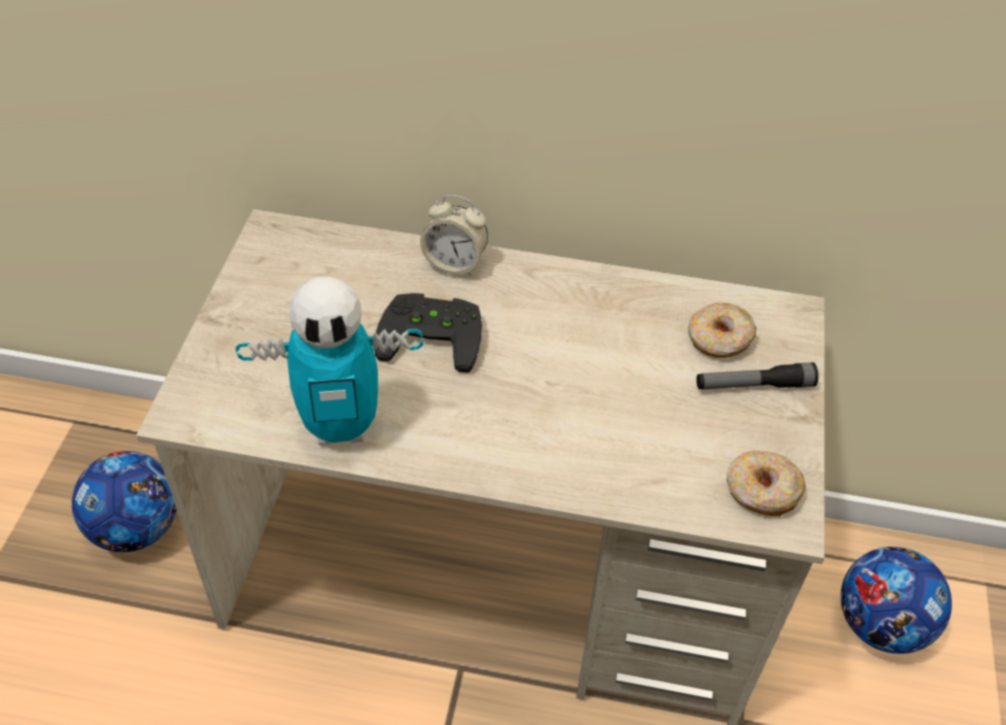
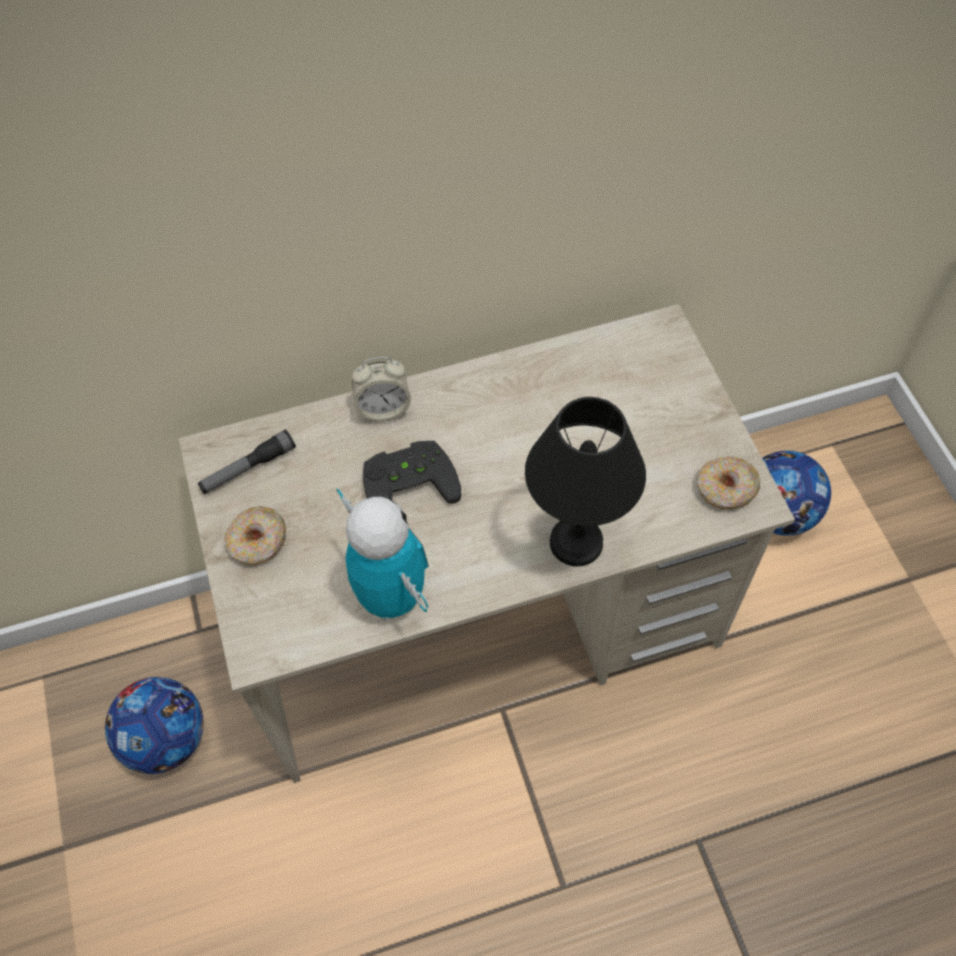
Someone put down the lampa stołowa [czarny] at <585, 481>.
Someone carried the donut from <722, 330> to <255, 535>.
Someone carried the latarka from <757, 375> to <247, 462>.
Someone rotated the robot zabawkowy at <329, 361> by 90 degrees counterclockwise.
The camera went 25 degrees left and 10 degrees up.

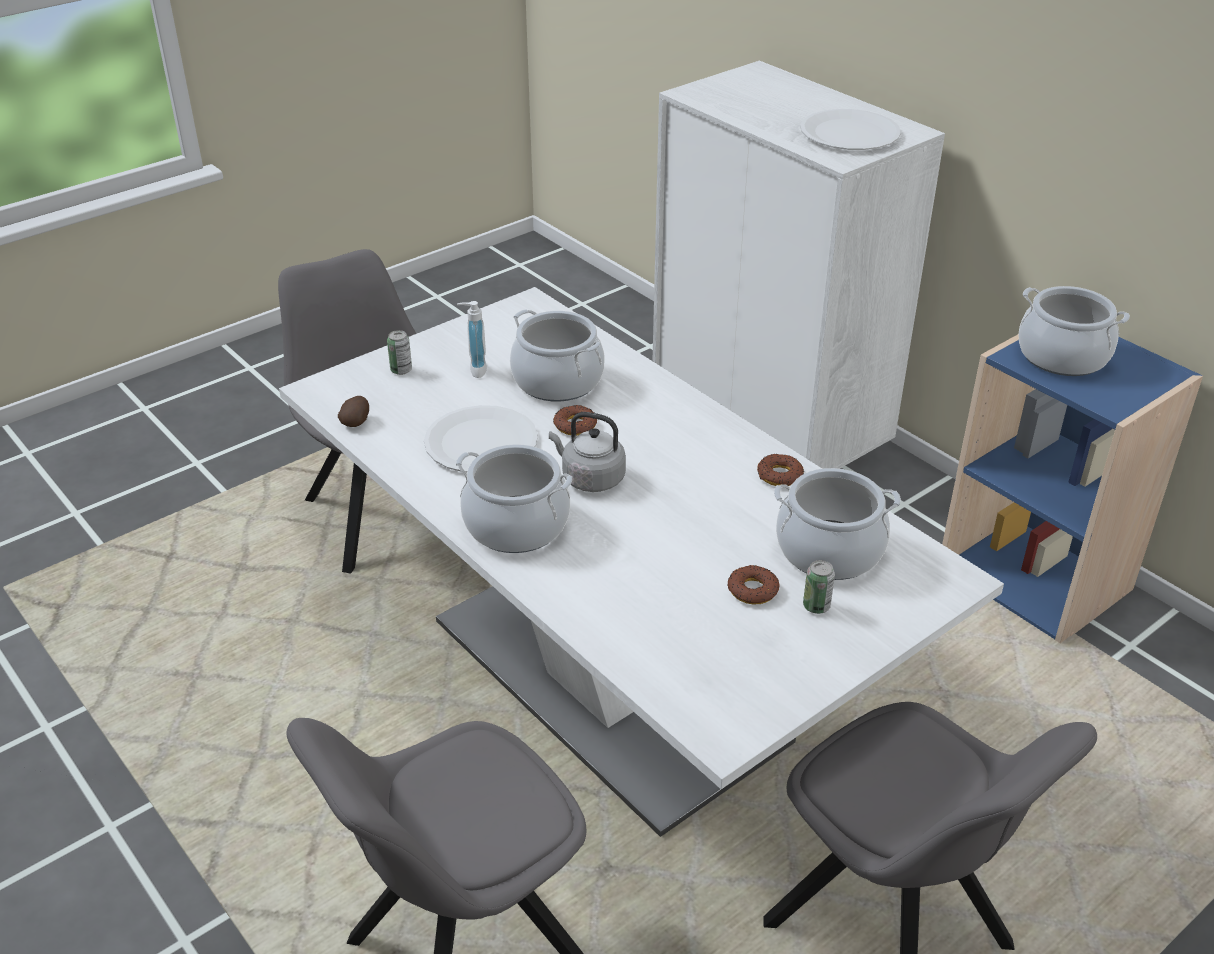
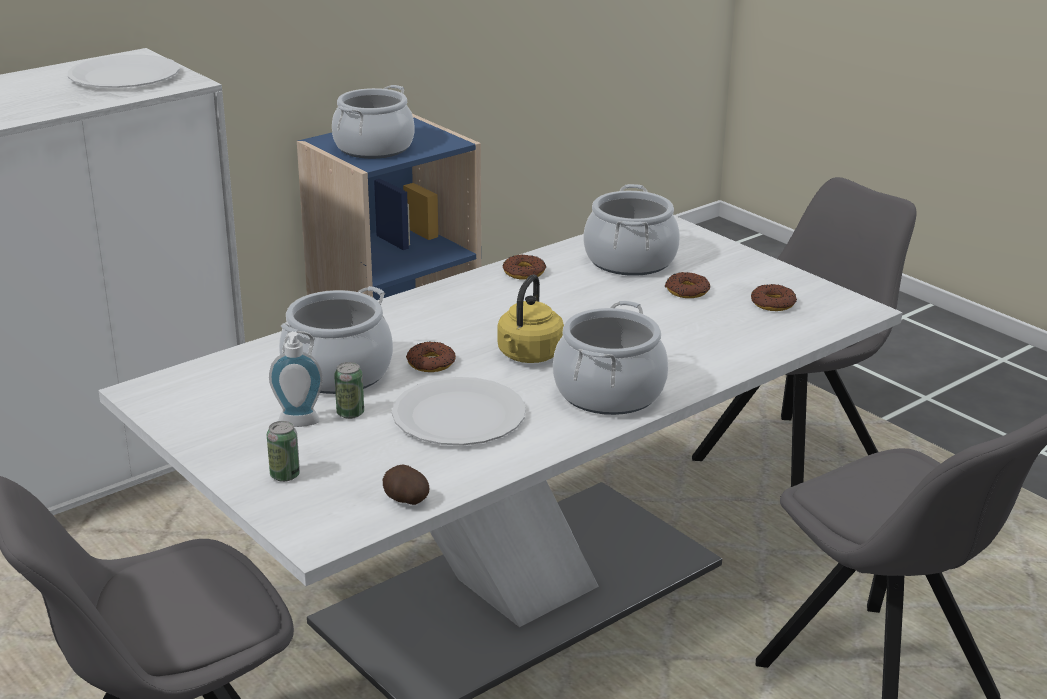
Someone put down the donut at <774, 297>.
Someone carried the puszka from <819, 587> to <349, 390>.
Someone repainted the czajnik [szary] at <587, 452>, which became the czajnik [żółty] at <531, 319>.
The camera went 90 degrees left and 10 degrees down.

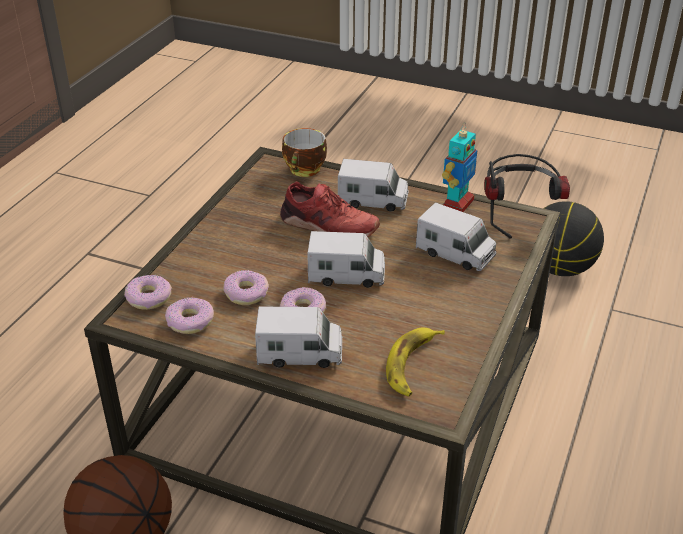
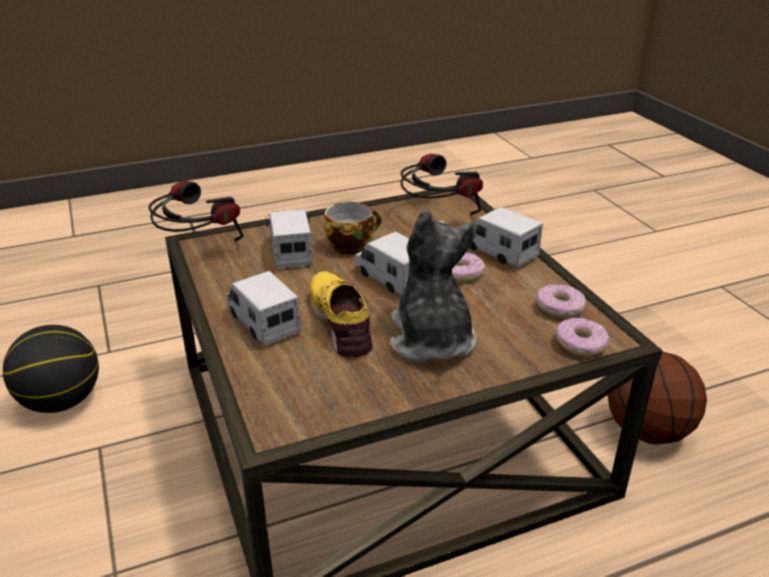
Someone took away the donut at <246, 287>.
Someone took away the robot zabawkowy at <459, 167>.
Someone put down the pluszak at <434, 285>.
Someone carried the filiżanka from <304, 152> to <353, 228>.
Someone swapped the banan at <415, 362> for the słuchawki at <441, 184>.
Someone repainted the but [czerwony] at <330, 209>, which became the but [żółty] at <341, 314>.
The camera went 135 degrees left and 5 degrees down.

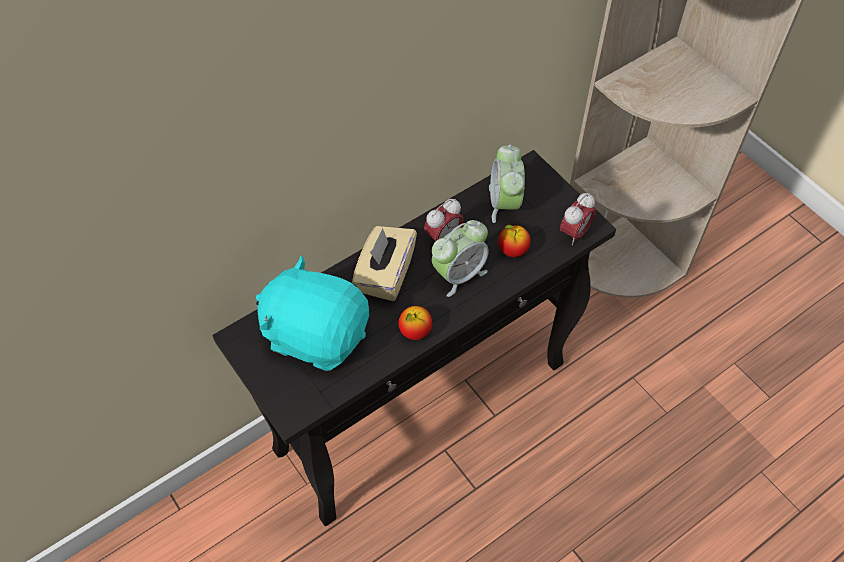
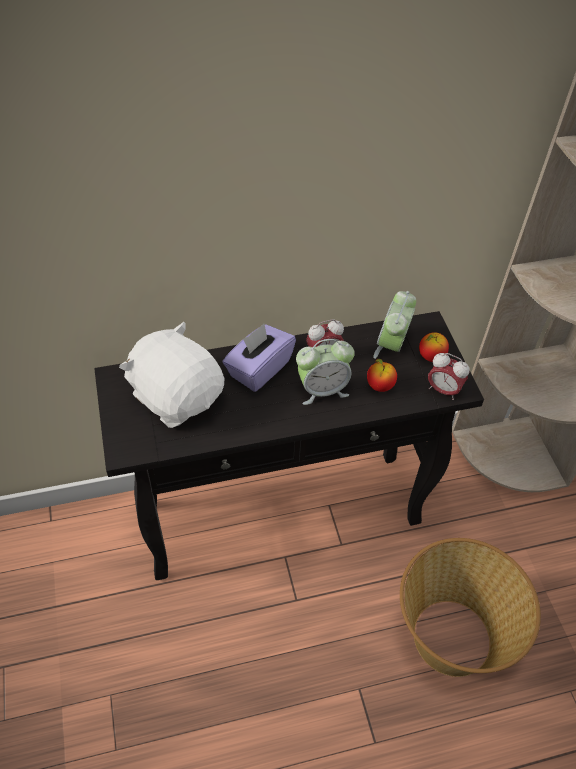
Someone put down the koszyk at <470, 607>.
Someone carried the jabłko from <415, 323> to <434, 347>.
Someone repainted the pluszak [turkusowy] at <312, 313>, which became the pluszak [biały] at <171, 375>.
Someone repainted the pudełko chusteczek [beżowy] at <384, 263>, which became the pudełko chusteczek [fioletowy] at <259, 358>.
Someone rotated the budzik at <578, 219> by 60 degrees clockwise.
The camera went 20 degrees right and 5 degrees down.

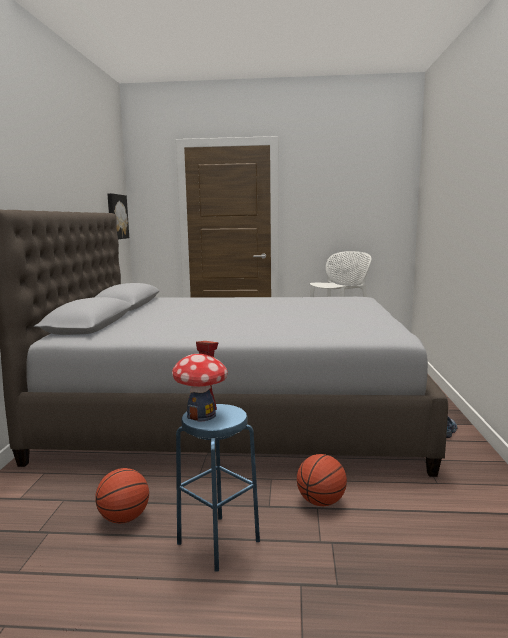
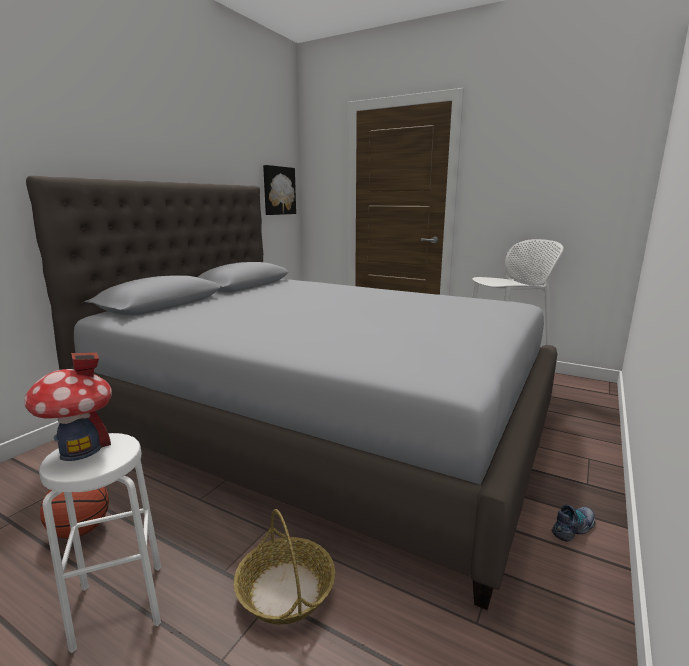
Someone swapped the piłka do koszykówki at <322, 480> for the koszyk at <284, 566>.
Someone repainted the stołek [niebieski] at <218, 488>, which became the stołek [biały] at <100, 543>.
The camera went 25 degrees right and 5 degrees up.

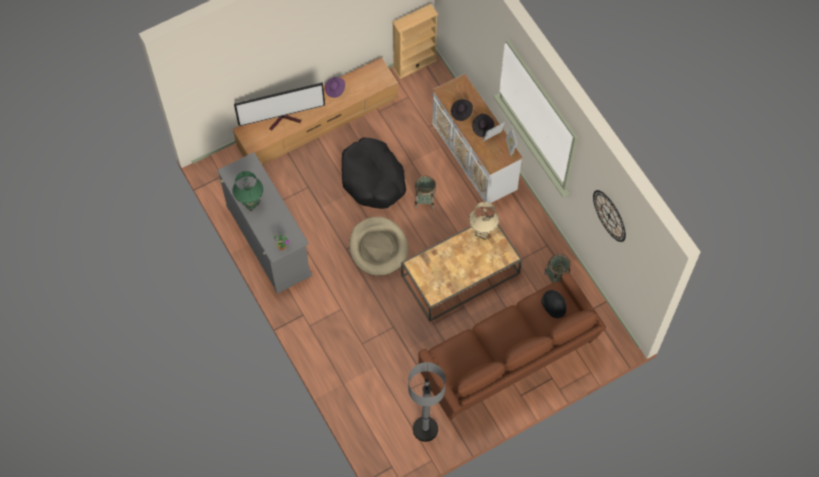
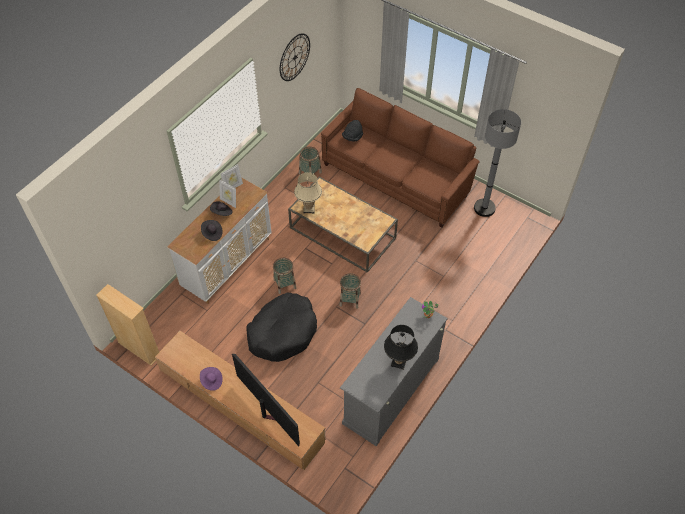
Someone swapped the legowisko [beżowy] at <379, 246> for the koszyk at <350, 291>.
Someone repainted the lampa stołowa [zielony] at <247, 191>, which became the lampa stołowa [czarny] at <401, 347>.
The camera went 115 degrees left and 10 degrees down.

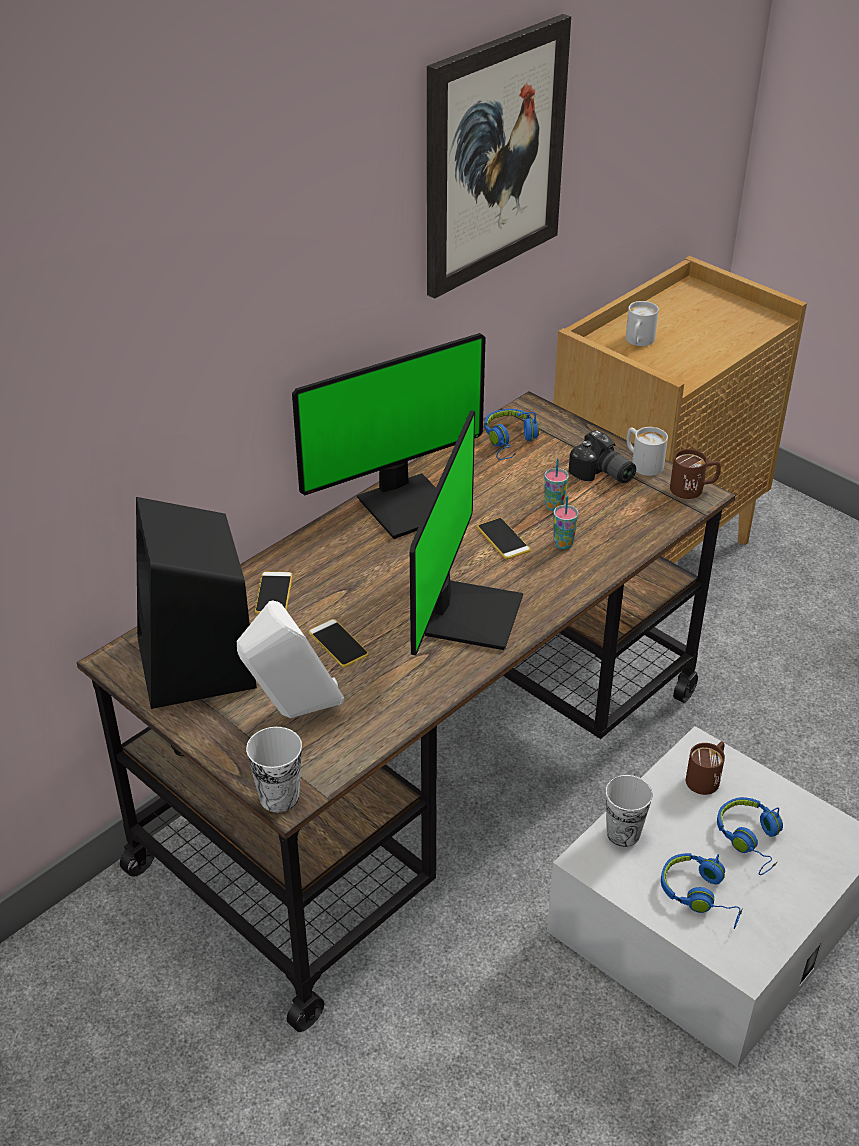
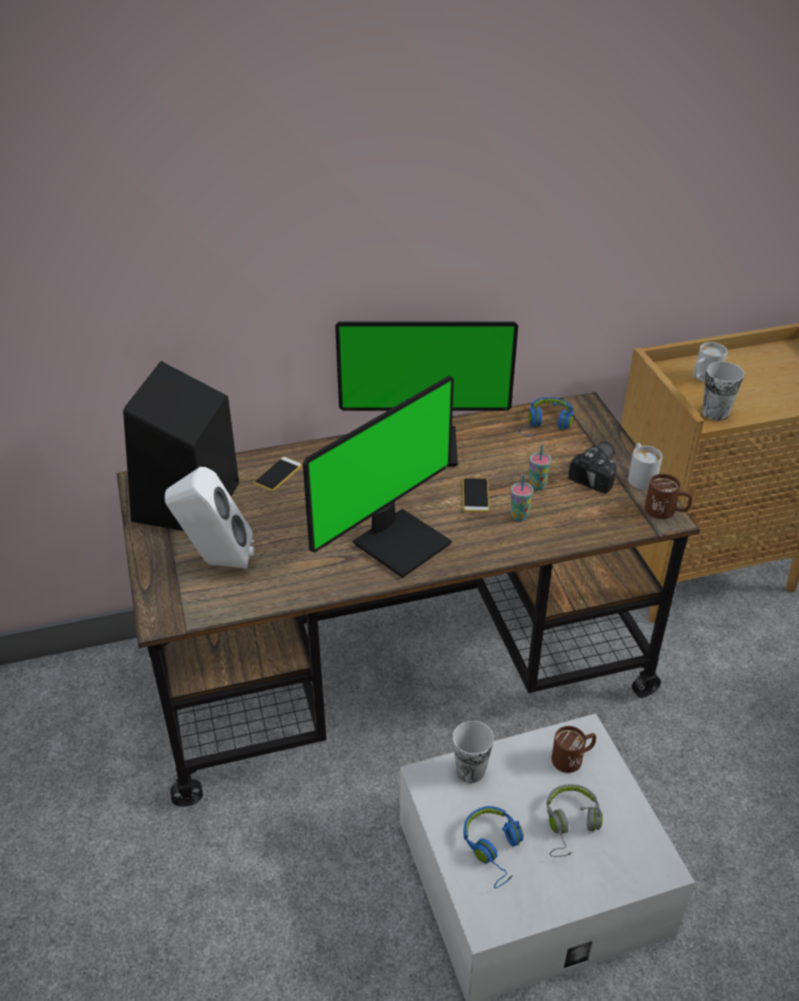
Someone took away the telefon at <339, 643>.
Someone took away the obraz at <499, 156>.
Someone carried the filiżanka from <274, 769> to <723, 391>.
Someone repainted the słuchawki [niebieski] at <750, 836>, which became the słuchawki [szary] at <574, 820>.
Someone rotated the aparat fotograficzny at <602, 456> by 135 degrees counterclockwise.
The camera went 30 degrees right and 0 degrees up.

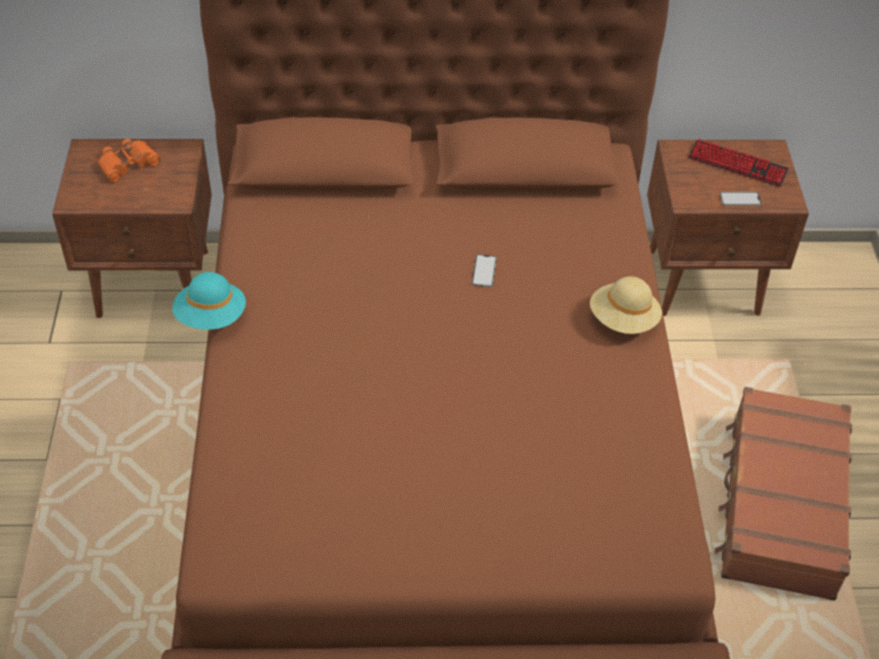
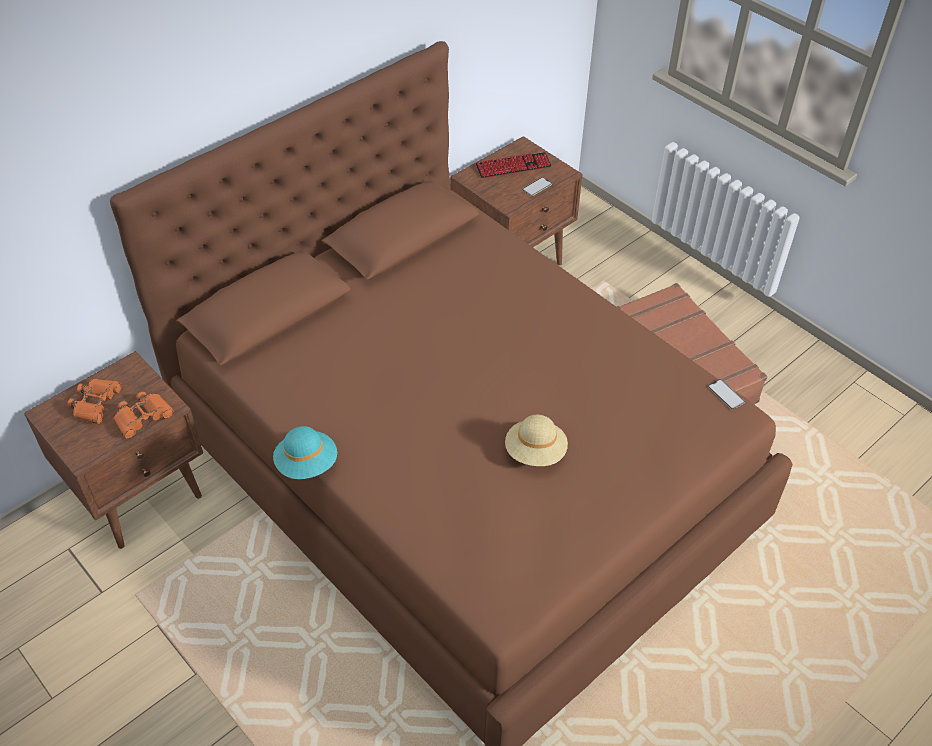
Someone put down the lornetka [pomarańczowy] at <144, 415>.
Someone carried the telefon from <484, 270> to <726, 394>.
Someone carried the kapelusz [beżowy] from <626, 305> to <536, 440>.
The camera went 40 degrees left and 0 degrees up.

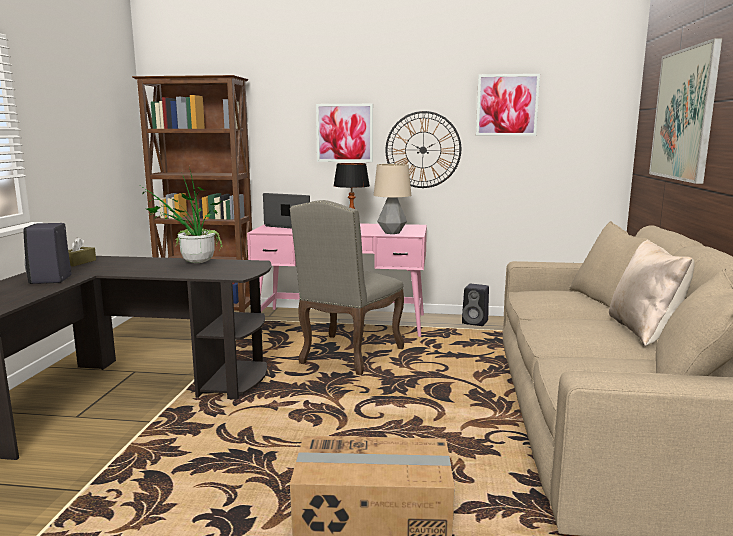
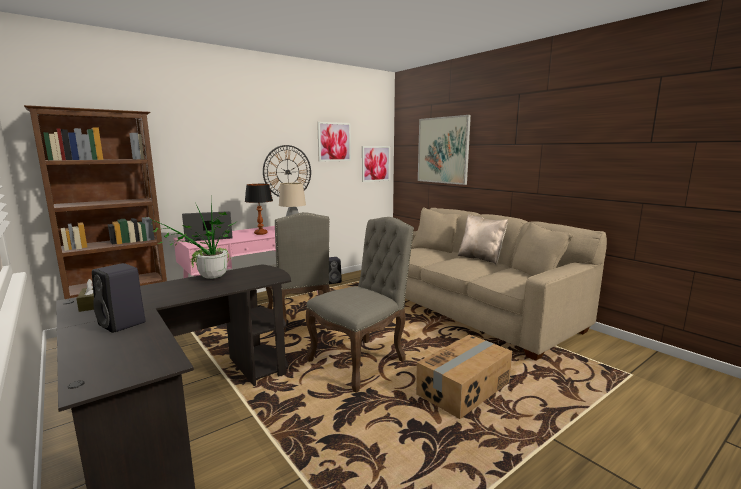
Someone put down the krzesło [szary] at <360, 305>.
Someone carried the obraz from <344, 133> to <376, 164>.
The camera went 45 degrees left and 0 degrees up.

